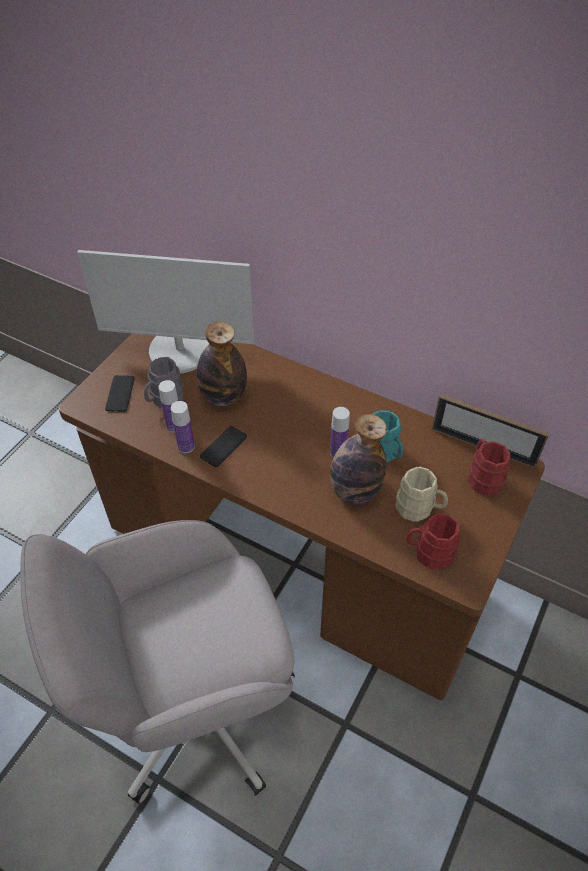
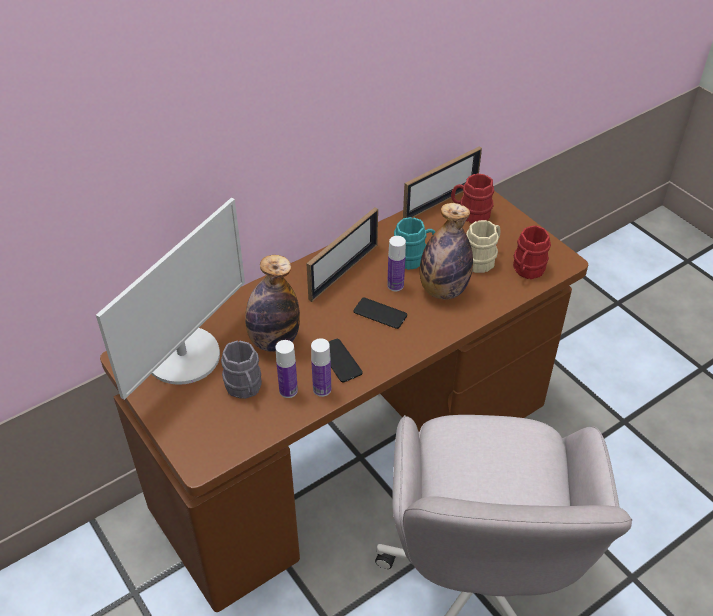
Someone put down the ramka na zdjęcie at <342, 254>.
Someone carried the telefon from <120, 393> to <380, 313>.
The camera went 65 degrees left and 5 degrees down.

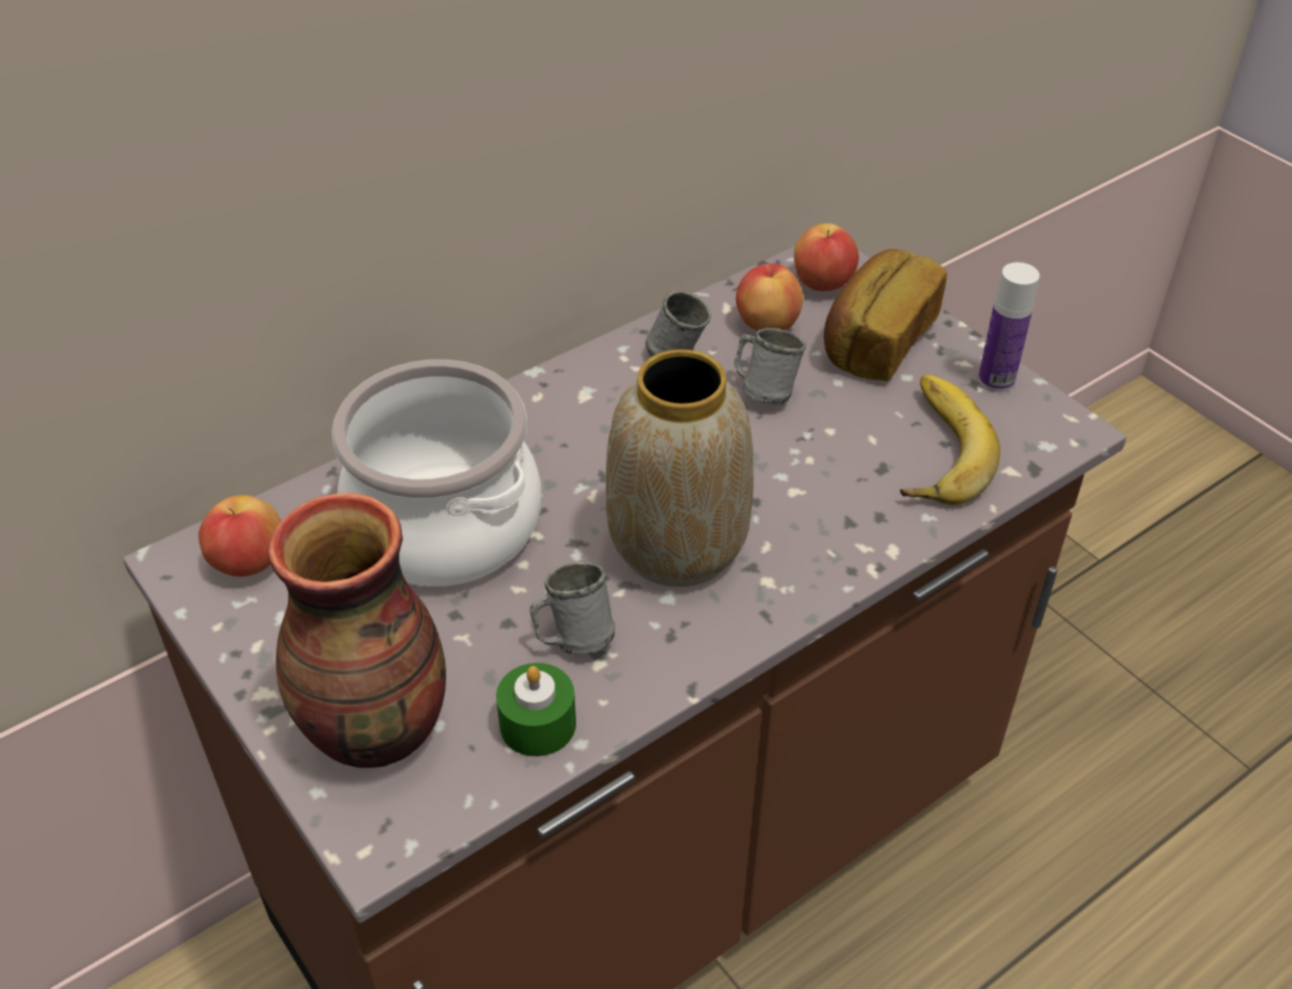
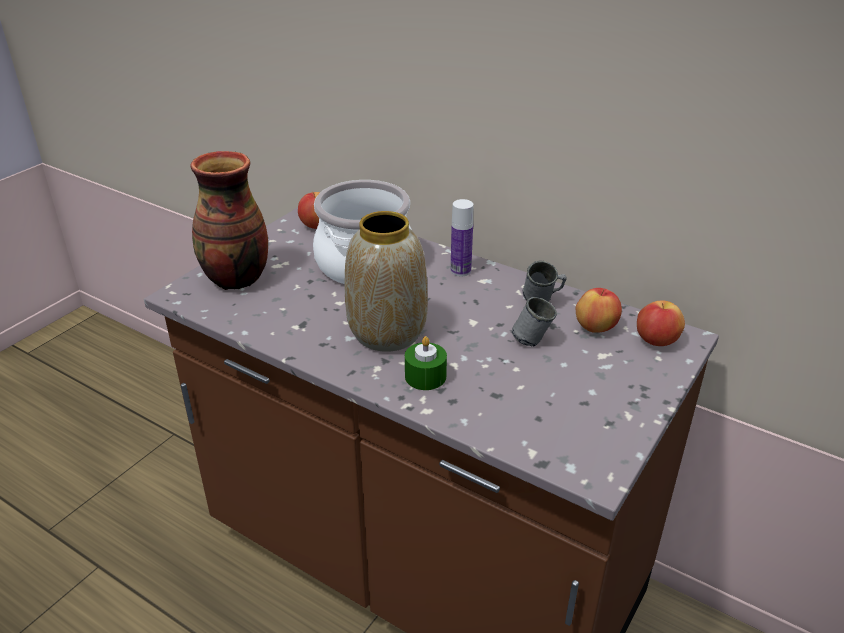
Someone took away the kubek [szary] at <572, 608>.
Someone took away the chleb at <885, 315>.
Someone took away the banan at <950, 440>.
Someone carried the świeca [zielony] from <536, 709> to <426, 363>.
Someone carried the butelka from <1009, 327> to <462, 237>.
The camera went 70 degrees right and 10 degrees down.

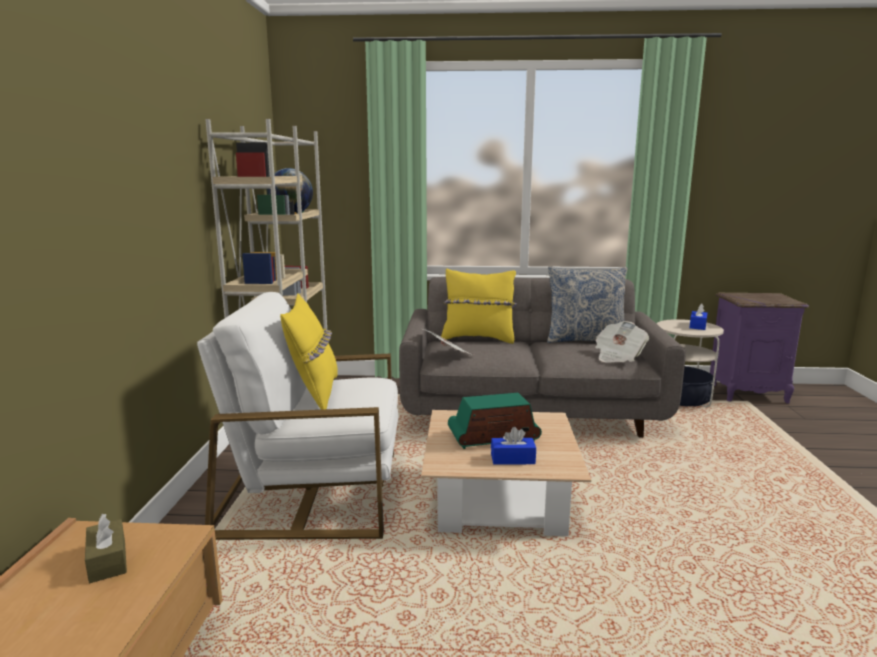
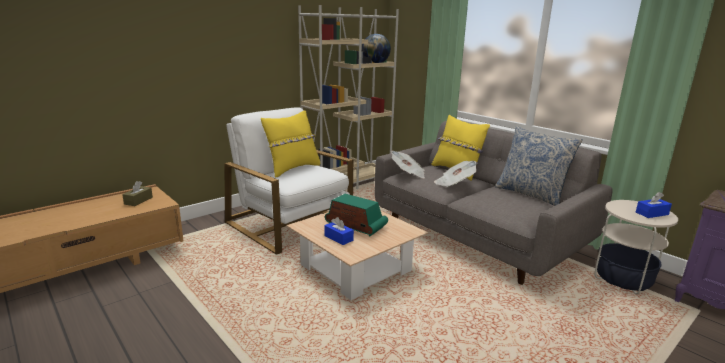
Someone carried the gazeta from <622, 342> to <456, 174>.
The camera went 45 degrees right and 5 degrees up.

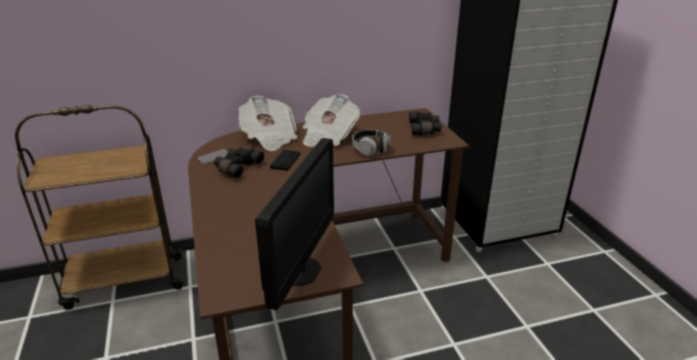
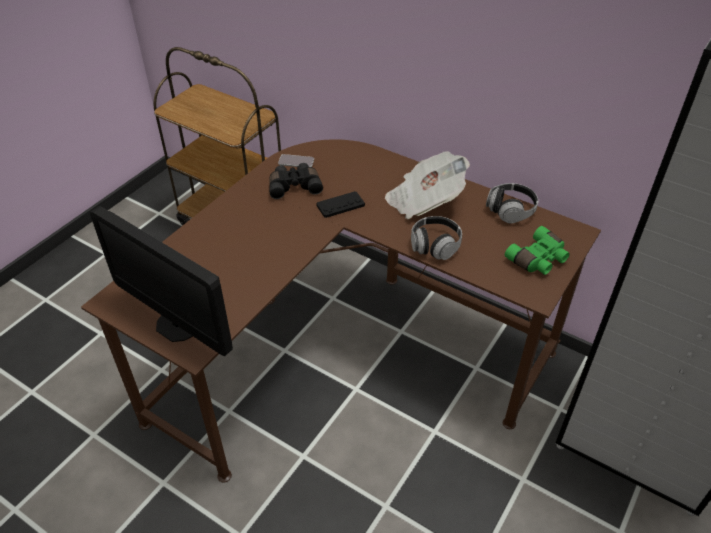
Someone took away the gazeta at <268, 123>.
Someone put down the słuchawki at <512, 203>.
Someone repainted the lornetka [czarny] at <425, 123>, which became the lornetka [zielony] at <537, 250>.
Someone rotated the monitor at <294, 224> by 60 degrees clockwise.
The camera went 50 degrees right and 15 degrees up.

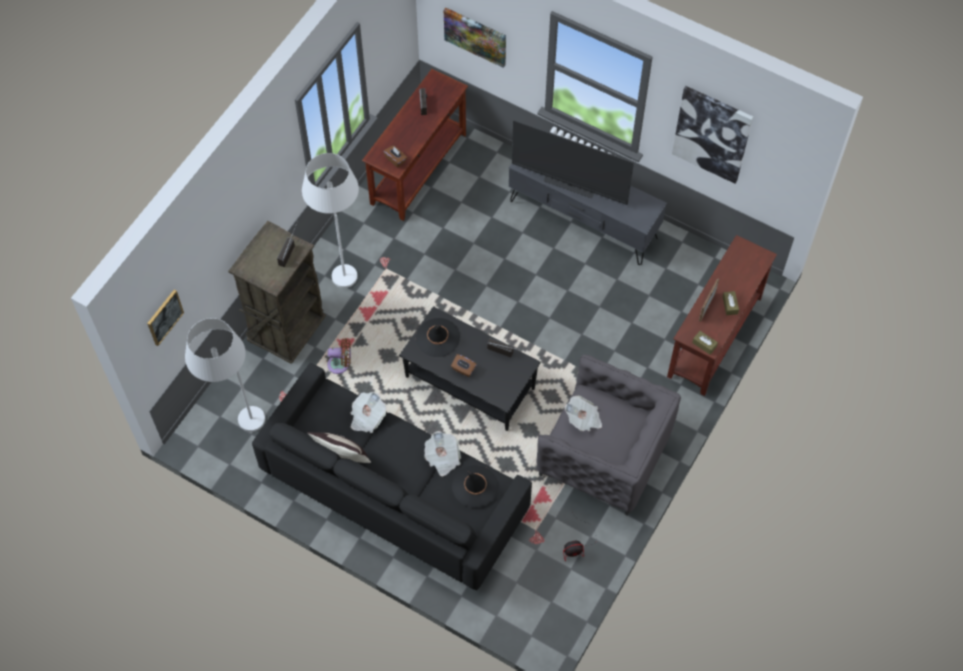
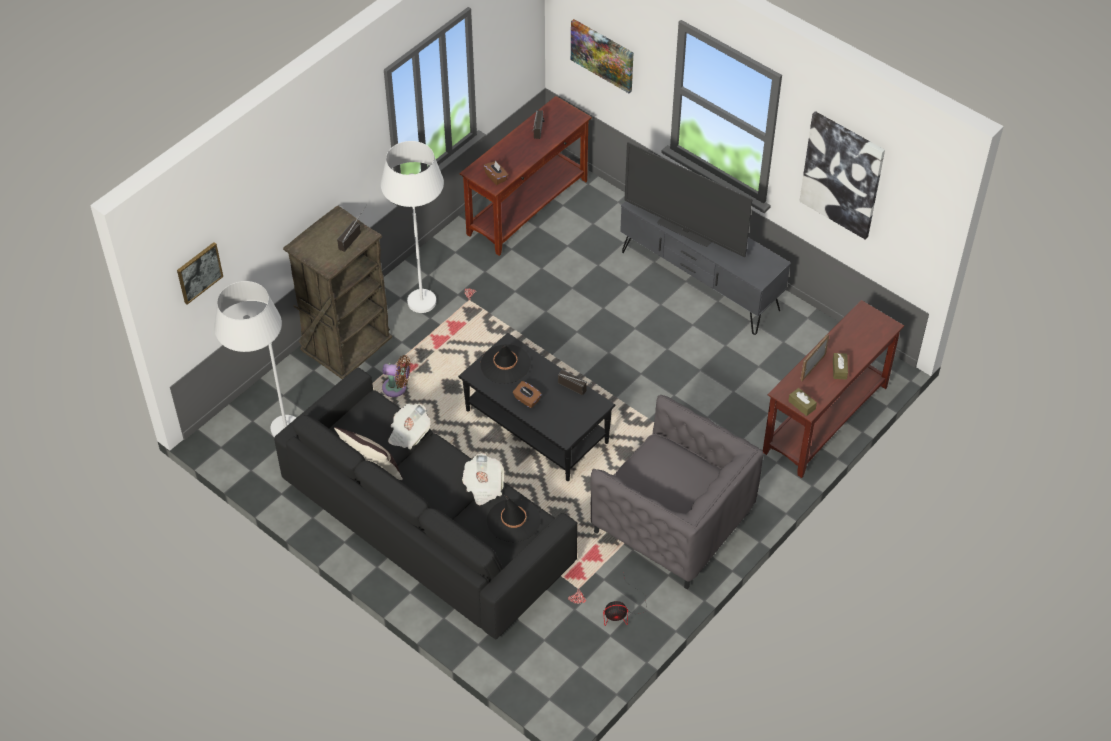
Someone took away the gazeta at <583, 413>.
The camera went 10 degrees right and 10 degrees down.

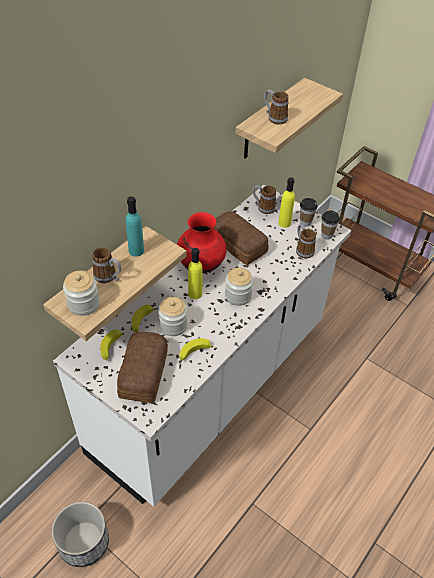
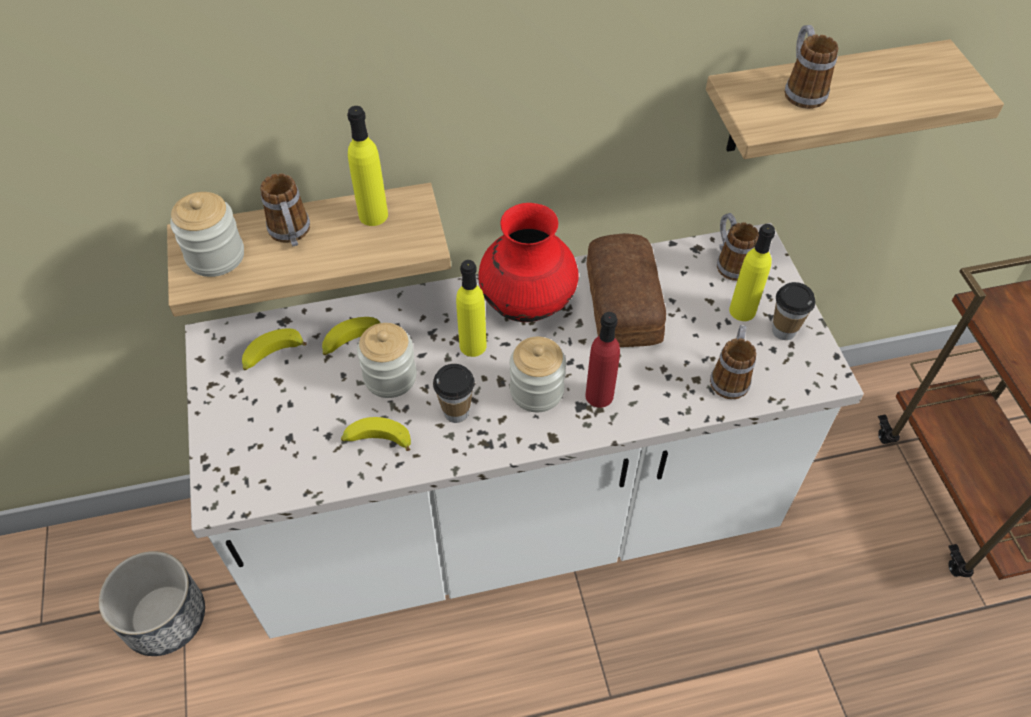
Someone took away the chleb at <142, 367>.
Someone put down the butelka [czerwony] at <602, 360>.
Someone carried the filiżanka from <330, 225> to <454, 393>.
Someone repainted the butelka [turkusowy] at <135, 226>, which became the butelka [żółty] at <367, 166>.
The camera went 40 degrees right and 5 degrees up.

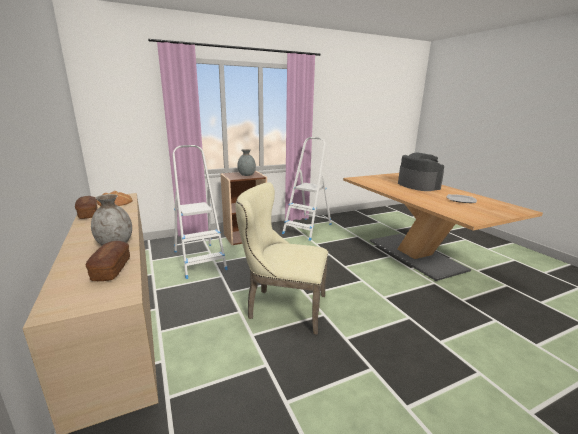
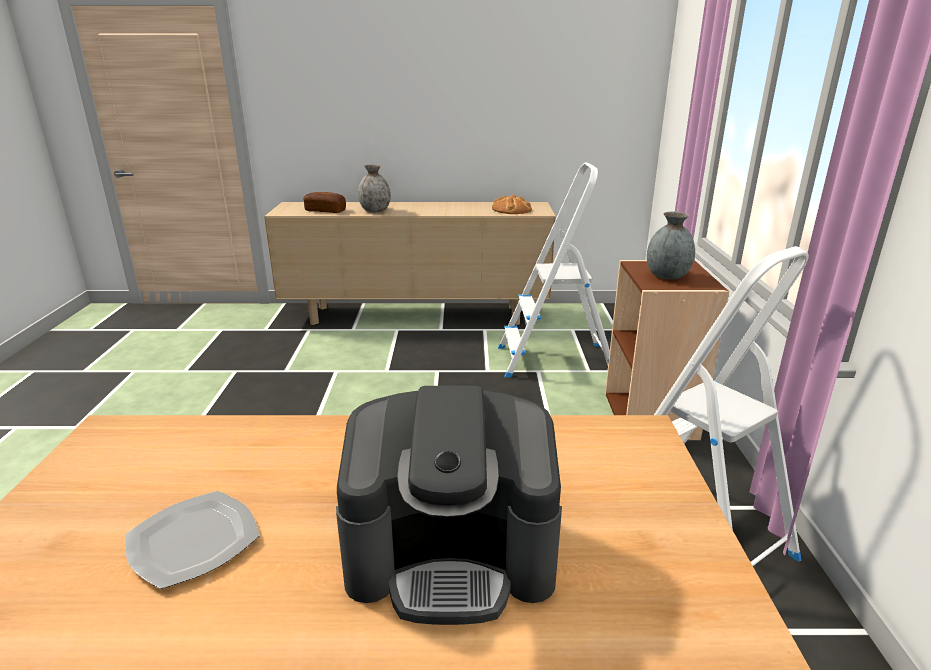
Someone took away the chleb at <86, 207>.
Someone took away the krzesło [beżowy] at <282, 258>.
The camera went 115 degrees right and 5 degrees up.

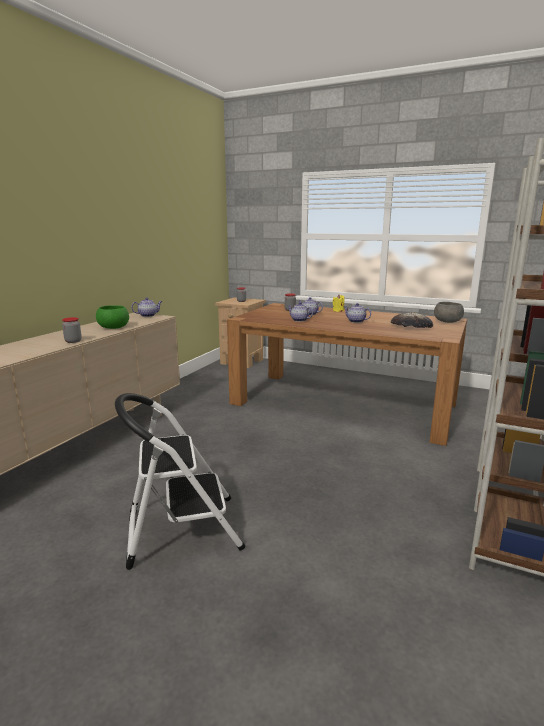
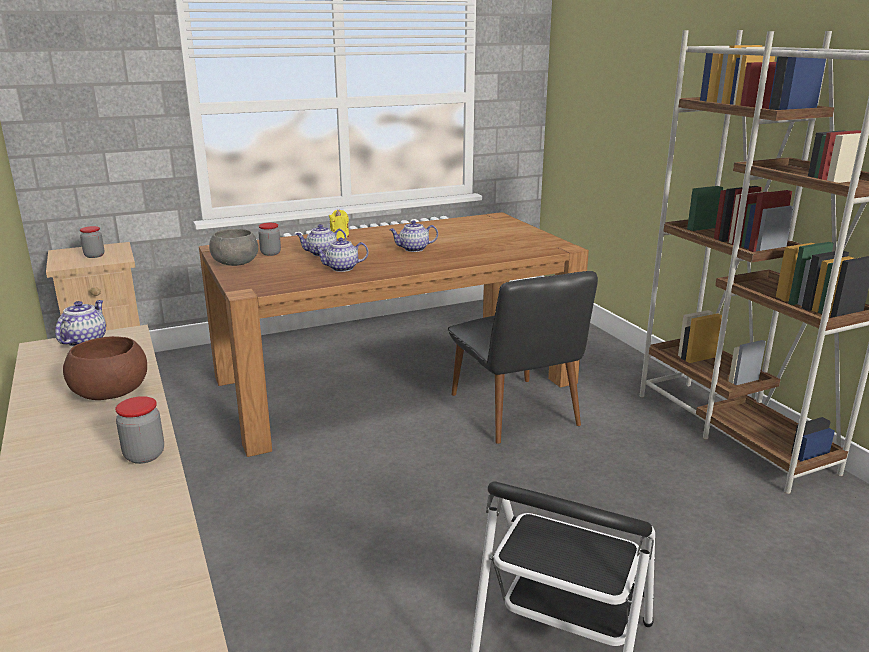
Someone took away the chleb at <412, 320>.
Someone put down the krzesło [czarny] at <523, 357>.
Someone carried the miska [szary] from <449, 312> to <233, 247>.
Someone repainted the miska [zielony] at <112, 317>, which became the miska [brązowy] at <105, 368>.
The camera went 50 degrees left and 5 degrees up.

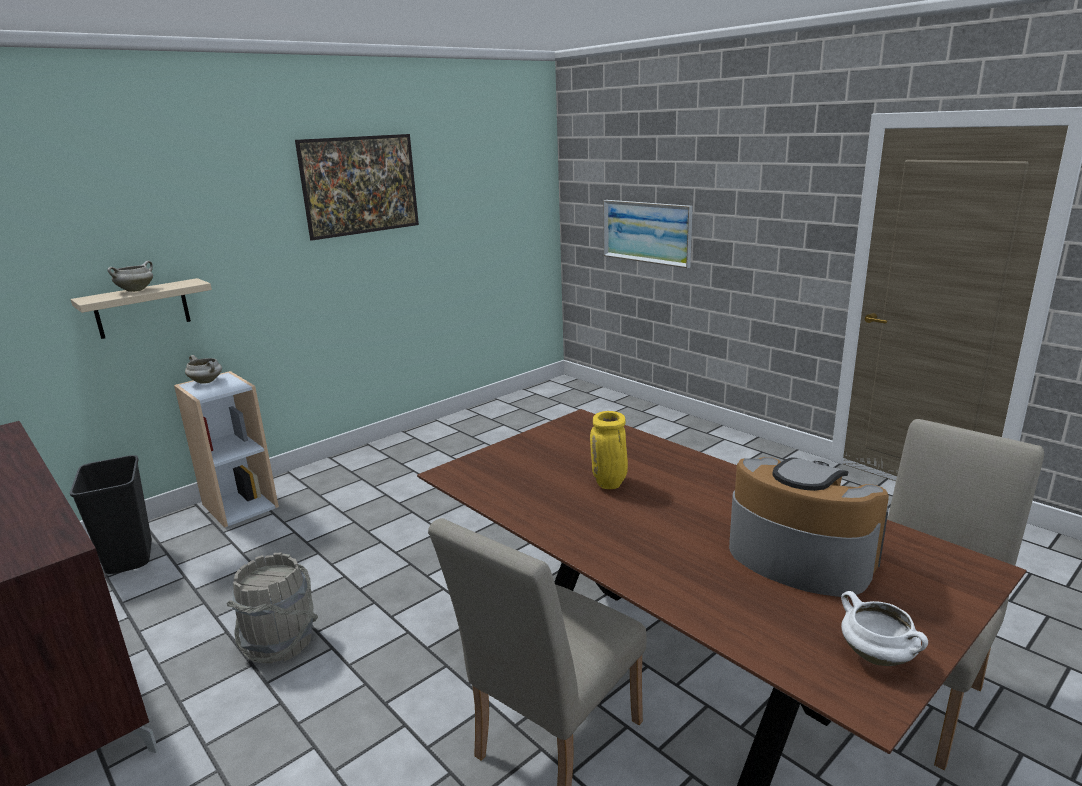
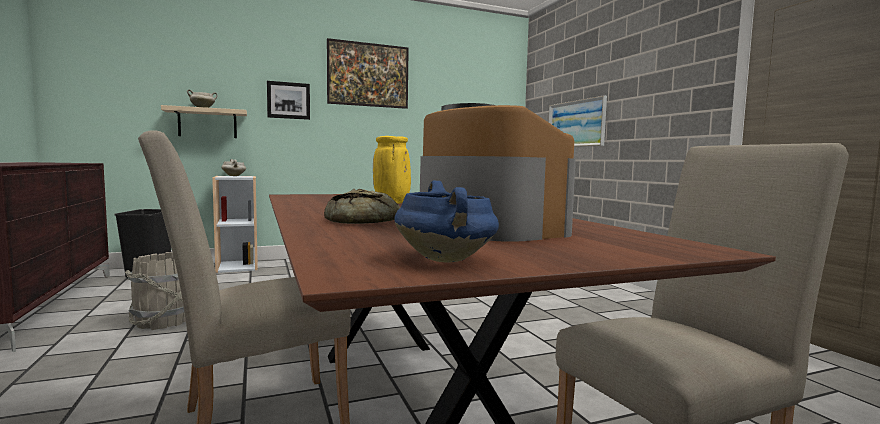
Someone put up the obraz at <288, 100>.
Someone put down the chleb at <362, 206>.
Someone repainted the garnek [biały] at <884, 628>, which became the garnek [niebieski] at <446, 221>.
The camera went 20 degrees right and 15 degrees down.

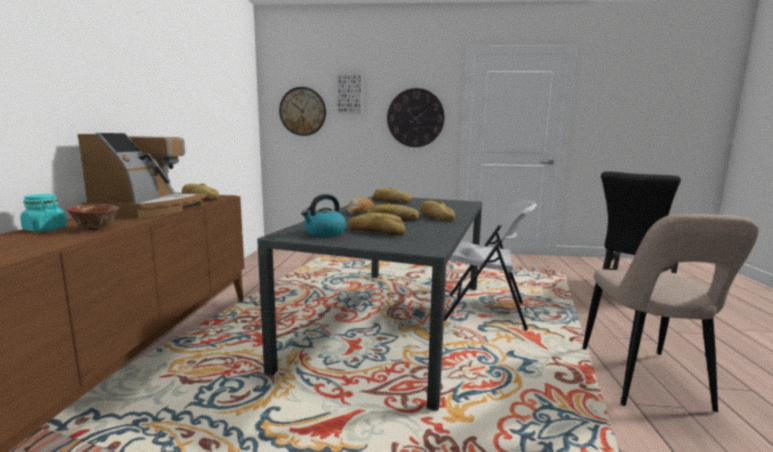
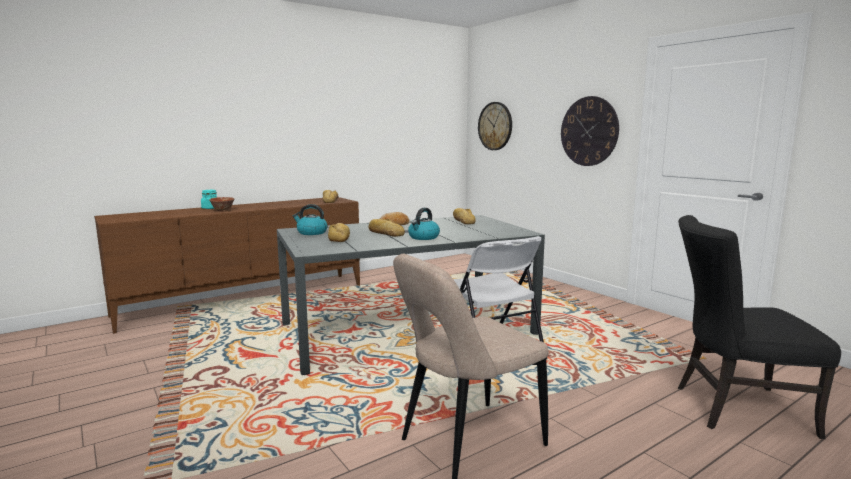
Someone took away the ekspres do kawy at <141, 175>.
Someone took away the obraz at <350, 94>.
Someone swapped the chleb at <437, 211> for the czajnik at <424, 224>.
The camera went 50 degrees right and 0 degrees up.

